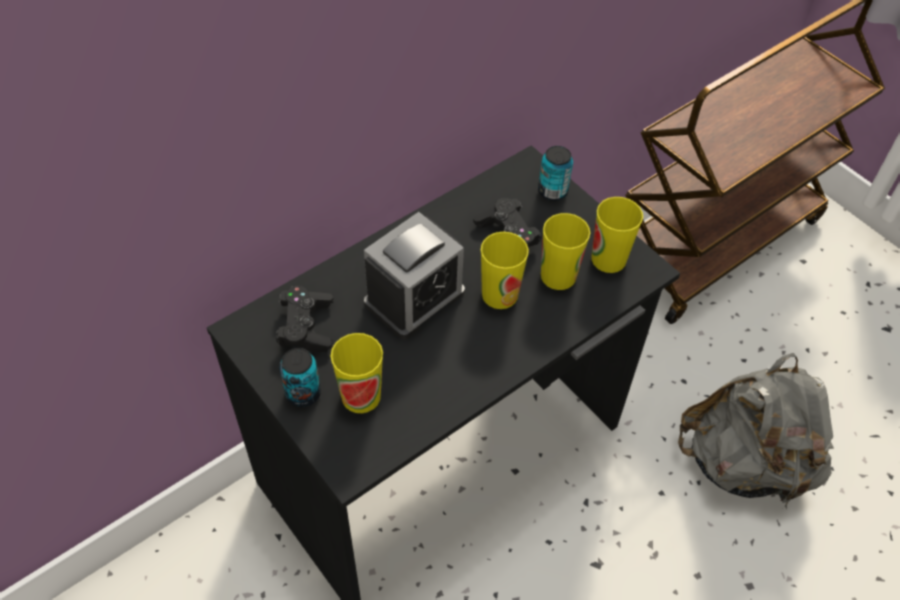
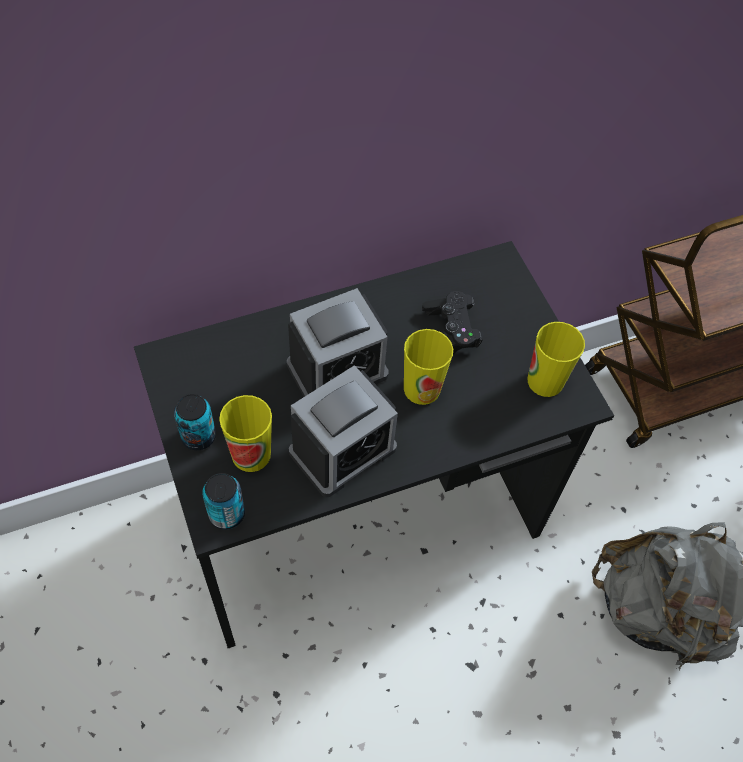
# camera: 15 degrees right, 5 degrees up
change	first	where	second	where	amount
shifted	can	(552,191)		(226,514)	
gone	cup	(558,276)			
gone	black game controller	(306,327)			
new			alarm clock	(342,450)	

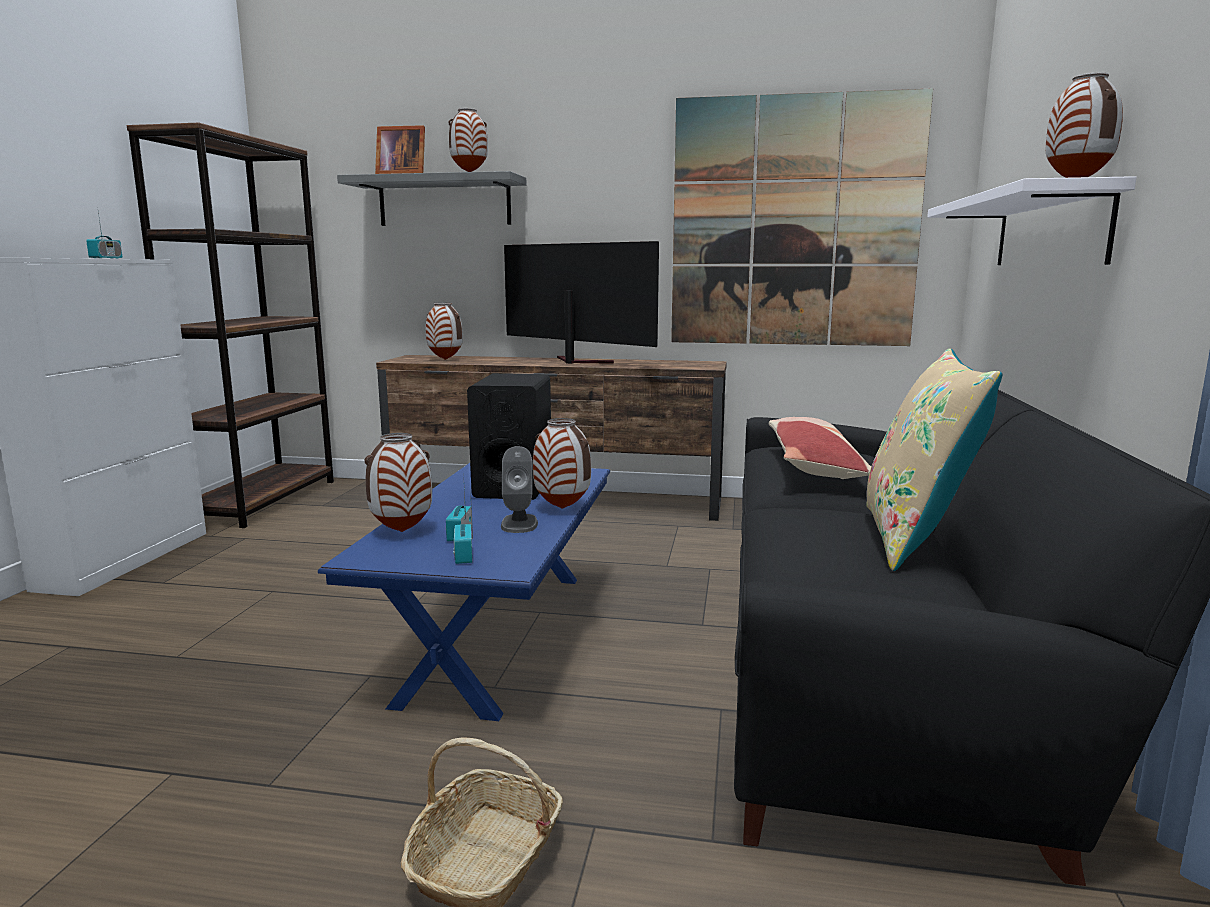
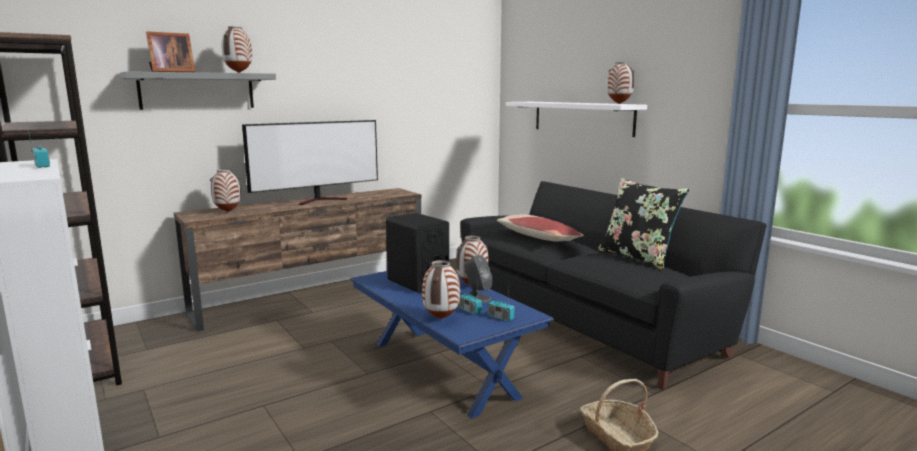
# camera: 45 degrees left, 0 degrees up
change	first	where	second	where	amount
gone	picture	(794,223)			
rotated	television	(575,361)		(321,200)	150 degrees clockwise
repainted	beige pillow	(915,538)	black pillow	(638,257)	

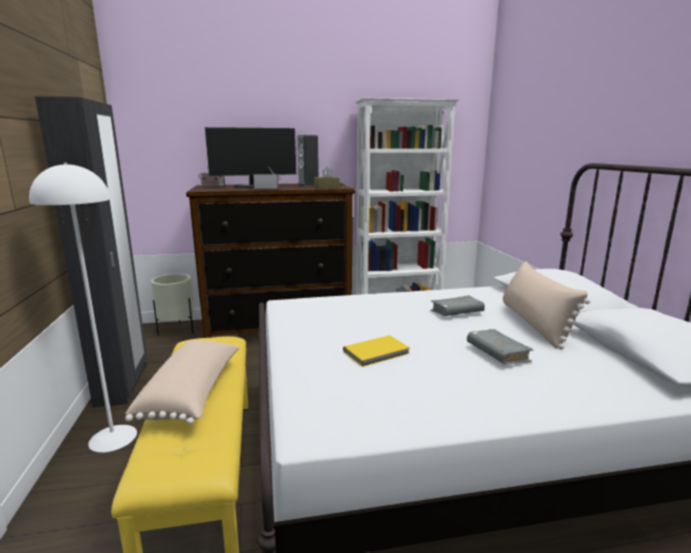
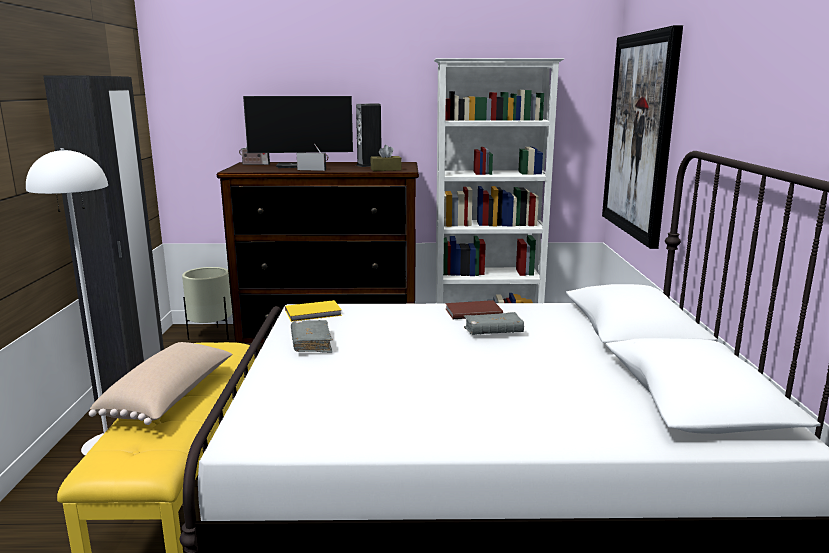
# camera: 10 degrees right, 0 degrees up
change	first	where	second	where	amount
gone	beige pillow	(534,324)			
shifted	grey book	(497,354)		(311,344)	
shifted	yellow book	(377,353)		(314,313)	
new			picture	(640,135)	
new			brown book	(472,312)	

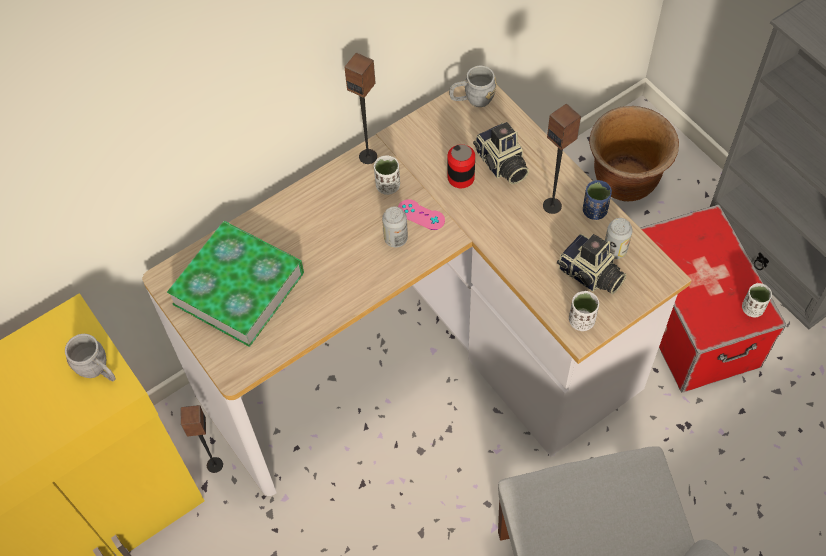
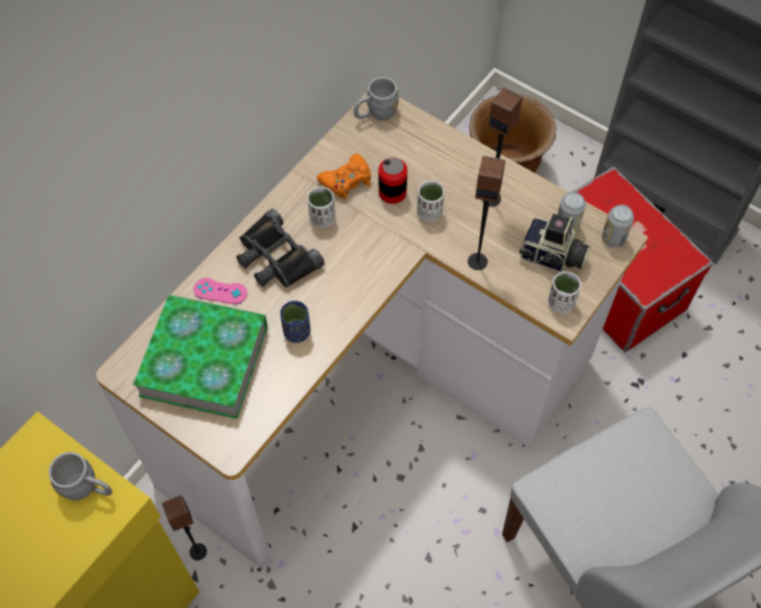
# camera: 20 degrees left, 0 degrees up
change	first	where	second	where	amount
shifted	speaker	(368,156)		(477,261)	
gone	photo camera	(501,164)			
shifted	blue cup	(594,211)		(297,332)	
shifted	pink game controller	(421,215)		(220,291)	
shifted	can	(396,238)		(613,239)	
shifted	white cup	(752,308)		(429,212)	
new			orange game controller	(347,181)	
new			black binoculars	(276,257)	

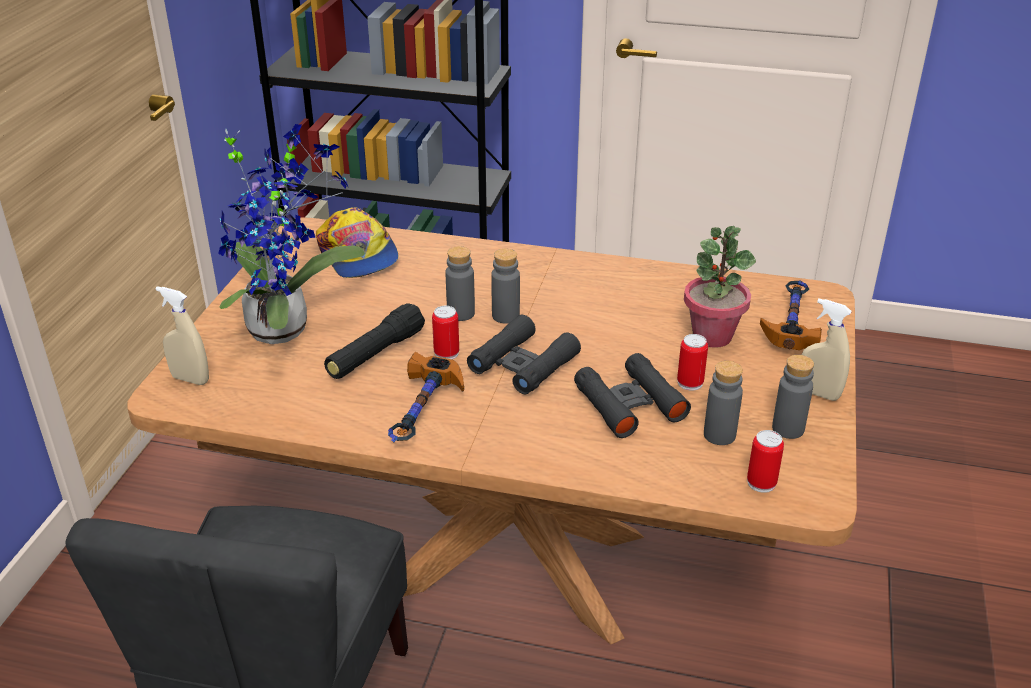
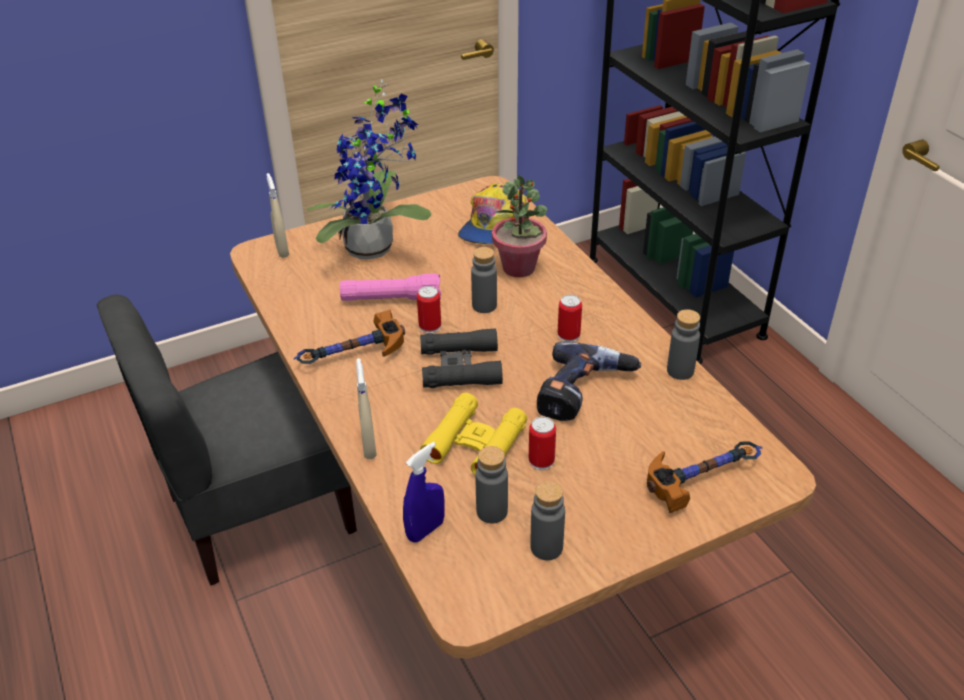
# camera: 50 degrees right, 5 degrees up
change	first	where	second	where	amount
shifted	potted plant	(712,336)		(519,268)	
shifted	grey bottle	(505,316)		(680,371)	
shifted	beige spray bottle	(818,393)		(369,446)	
repainted	black flashlight	(375,354)	pink flashlight	(391,299)	
repainted	black binoculars	(629,404)	yellow binoculars	(475,443)	
shifted	can	(761,483)		(568,335)	
new			power drill	(584,393)	
new			blue spray bottle	(425,530)	

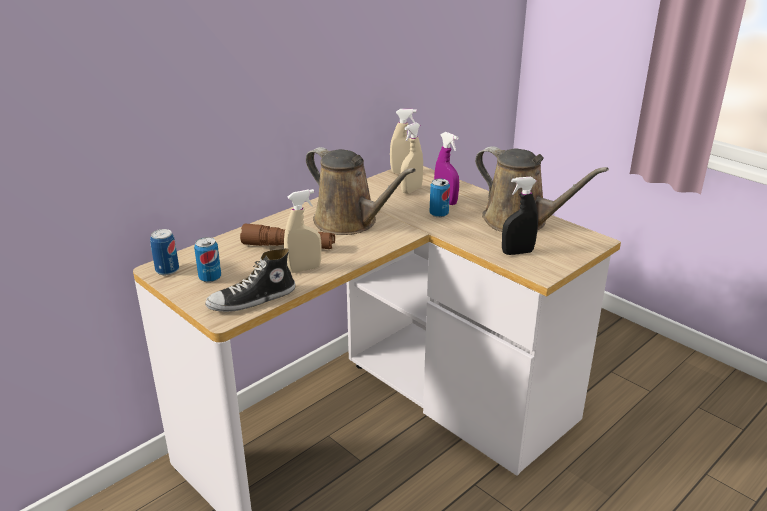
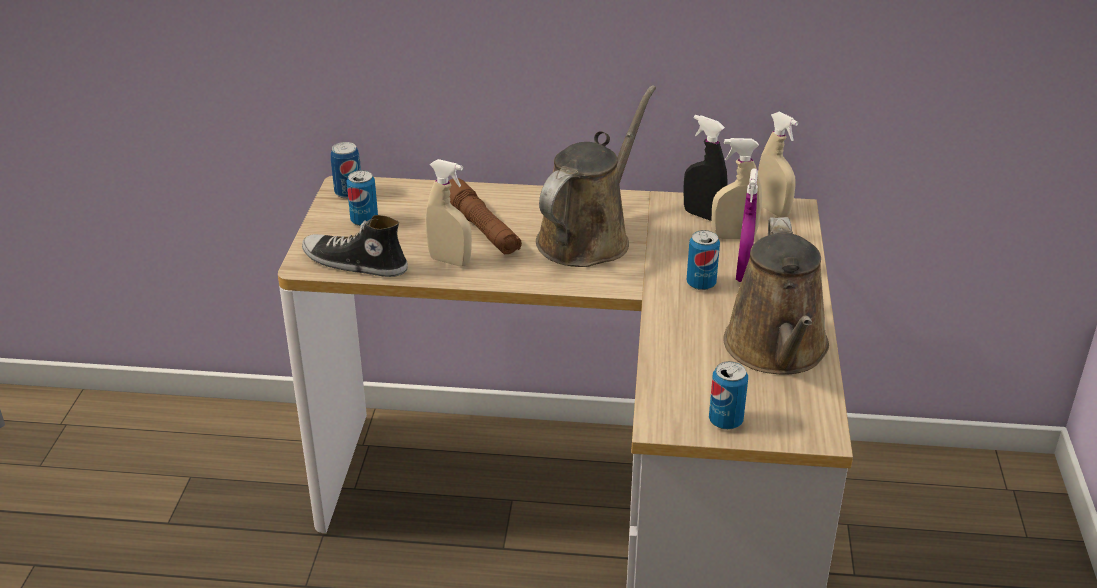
# camera: 50 degrees right, 5 degrees up
change	first	where	second	where	amount
rotated	brown watering can	(350,222)		(588,237)	150 degrees counterclockwise
shifted	black spray bottle	(517,252)		(702,215)	
new			can	(725,421)	

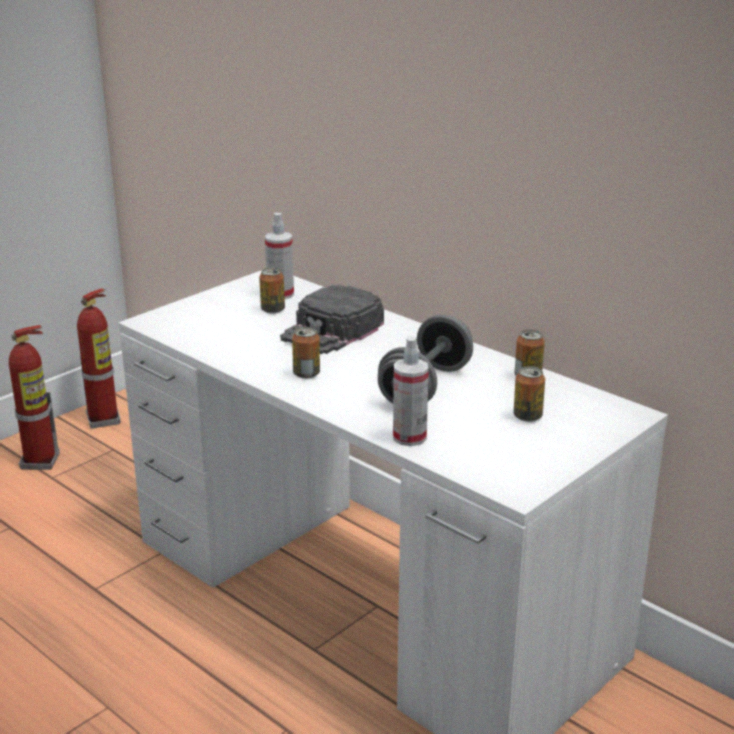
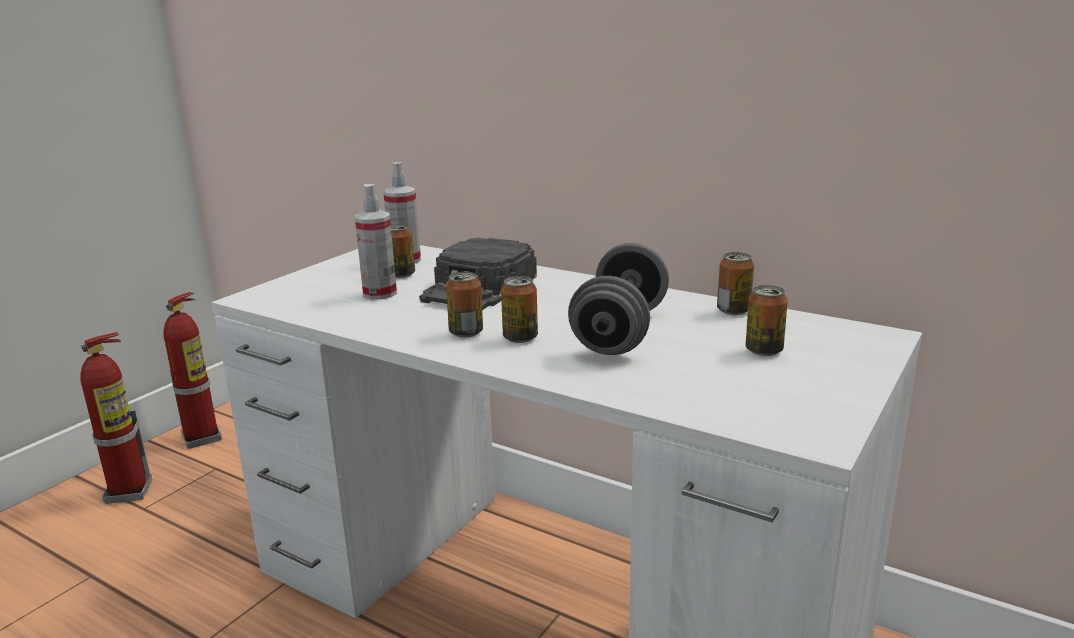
# camera: 10 degrees left, 5 degrees down
change	first	where	second	where	amount
shifted	spray bottle	(409,437)		(379,293)	
new			can	(520,338)	

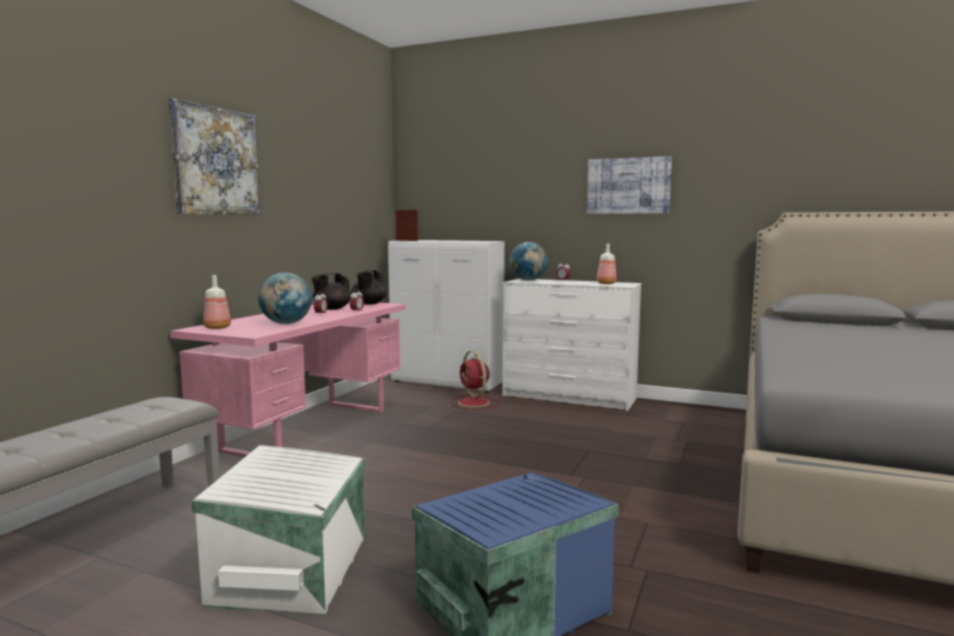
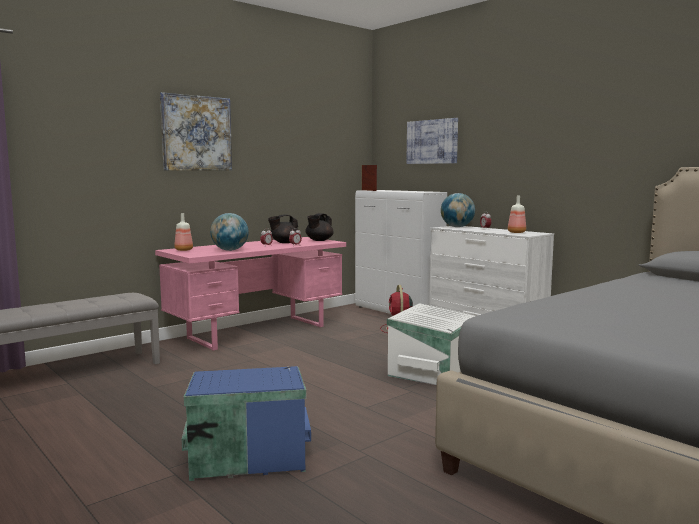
# camera: 25 degrees right, 0 degrees up
change	first	where	second	where	amount
shifted	picture	(628,186)		(432,141)	
shifted	white storage box	(294,569)		(434,370)	

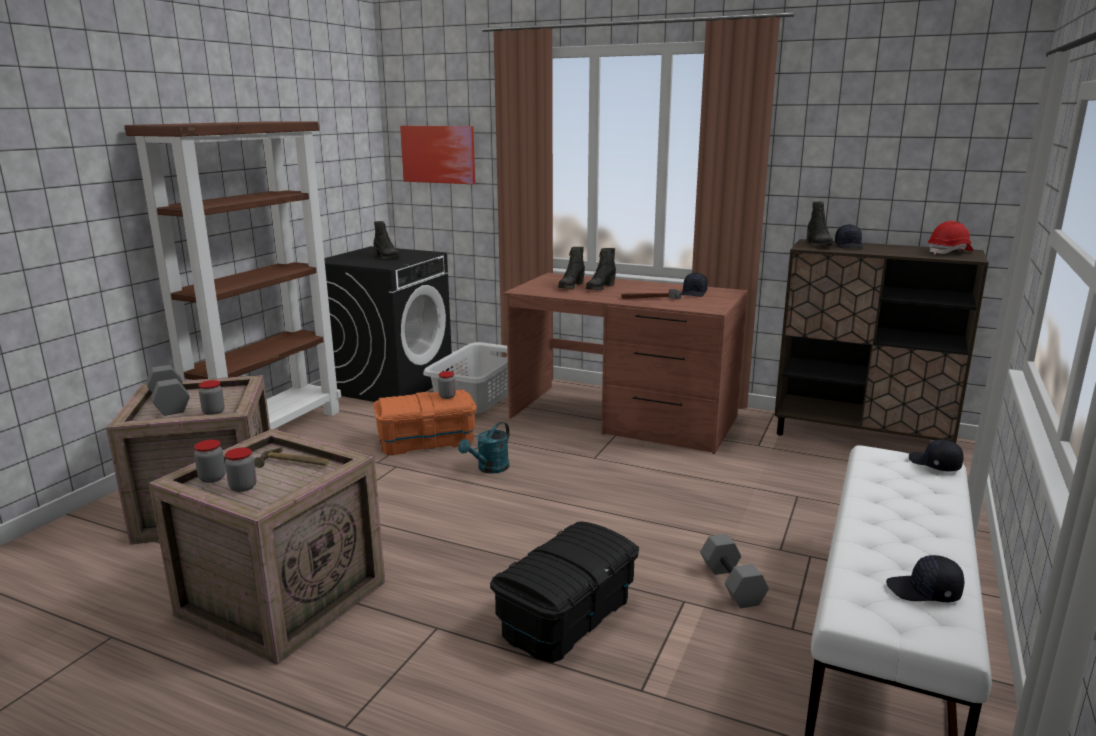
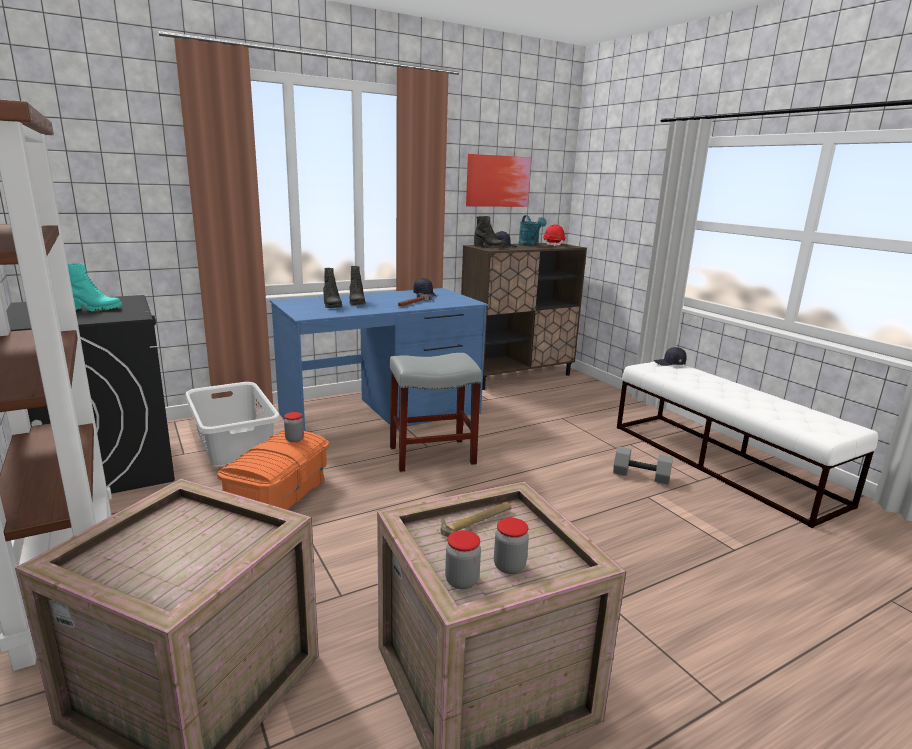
# camera: 55 degrees left, 0 degrees up
change	first	where	second	where	amount
shifted	picture	(438,154)		(497,181)	
repainted	black boot	(386,257)	turquoise boot	(93,309)	
repainted	brown desk	(623,417)	blue desk	(382,413)	
gone	grey dumbbell	(171,403)			
gone	jar	(213,412)			
shifted	turquoise watering can	(489,469)		(530,245)	
gone	black storage box	(567,617)			
gone	black cap	(924,591)			
new			grey stool	(431,456)	

